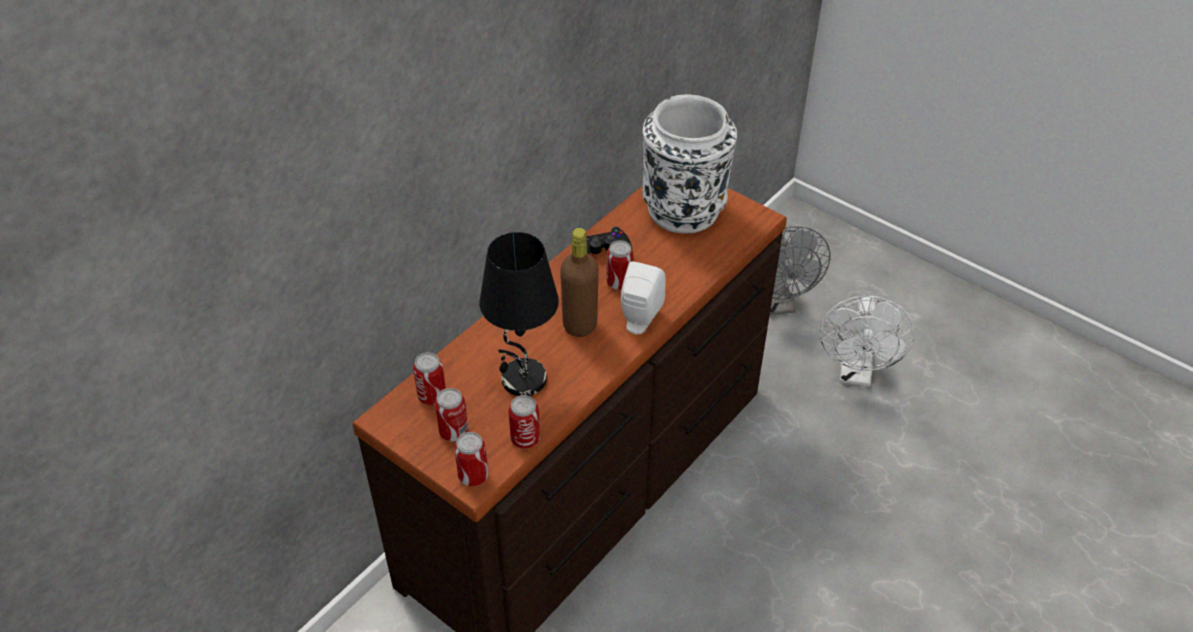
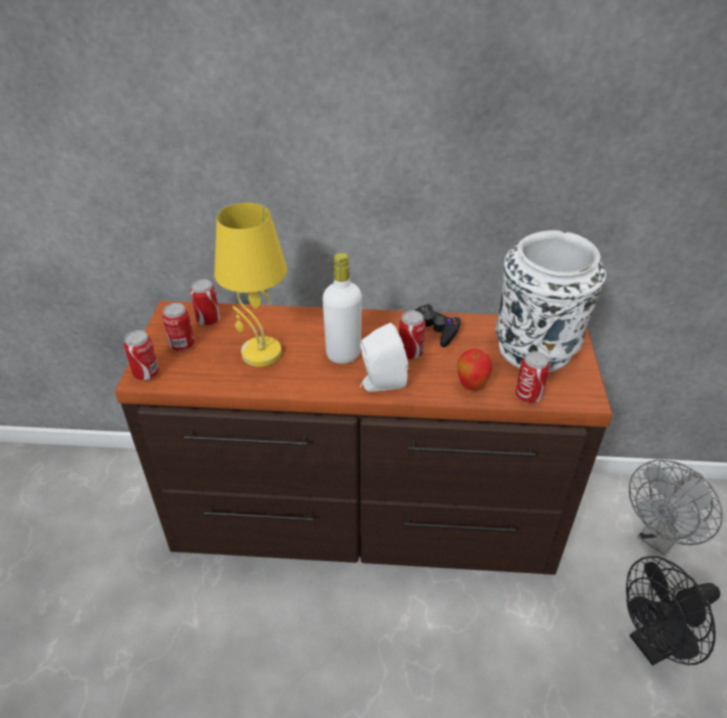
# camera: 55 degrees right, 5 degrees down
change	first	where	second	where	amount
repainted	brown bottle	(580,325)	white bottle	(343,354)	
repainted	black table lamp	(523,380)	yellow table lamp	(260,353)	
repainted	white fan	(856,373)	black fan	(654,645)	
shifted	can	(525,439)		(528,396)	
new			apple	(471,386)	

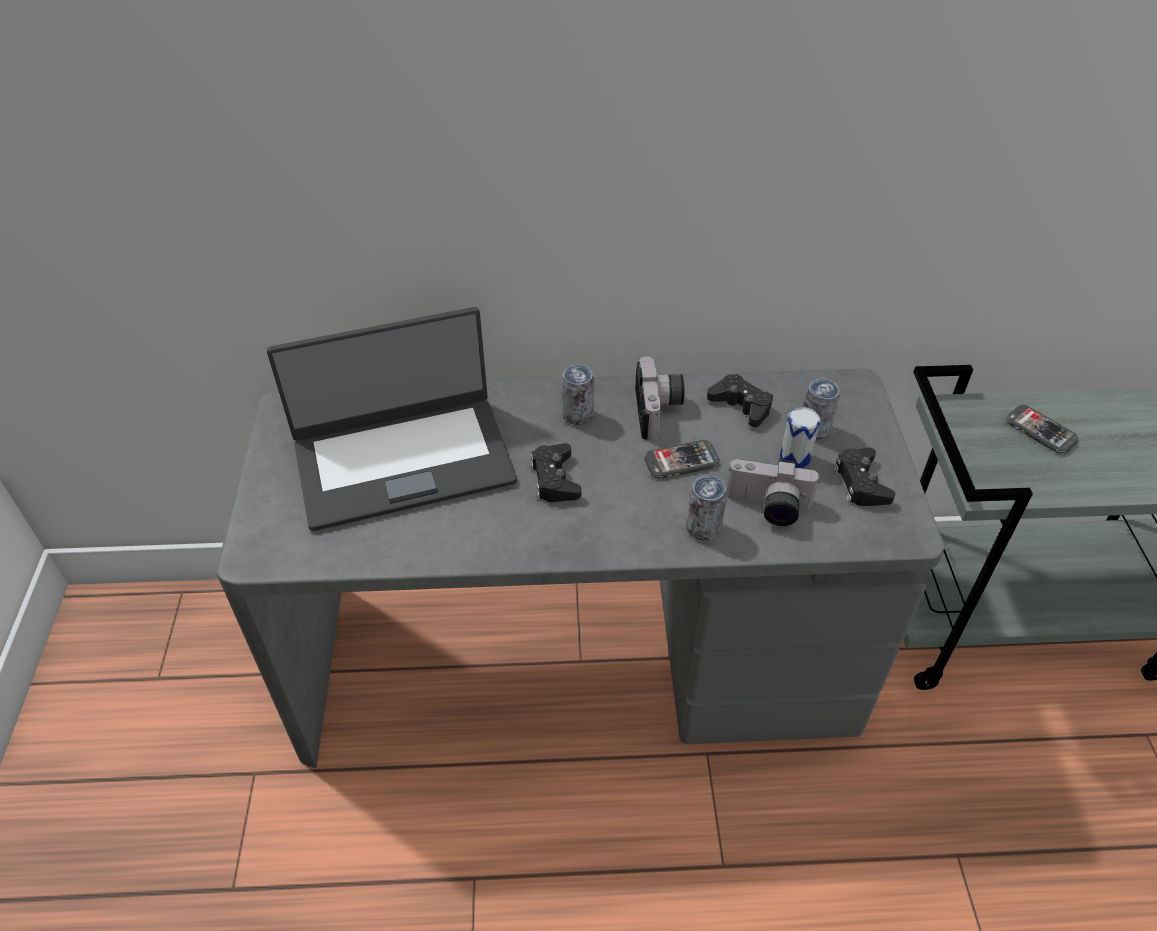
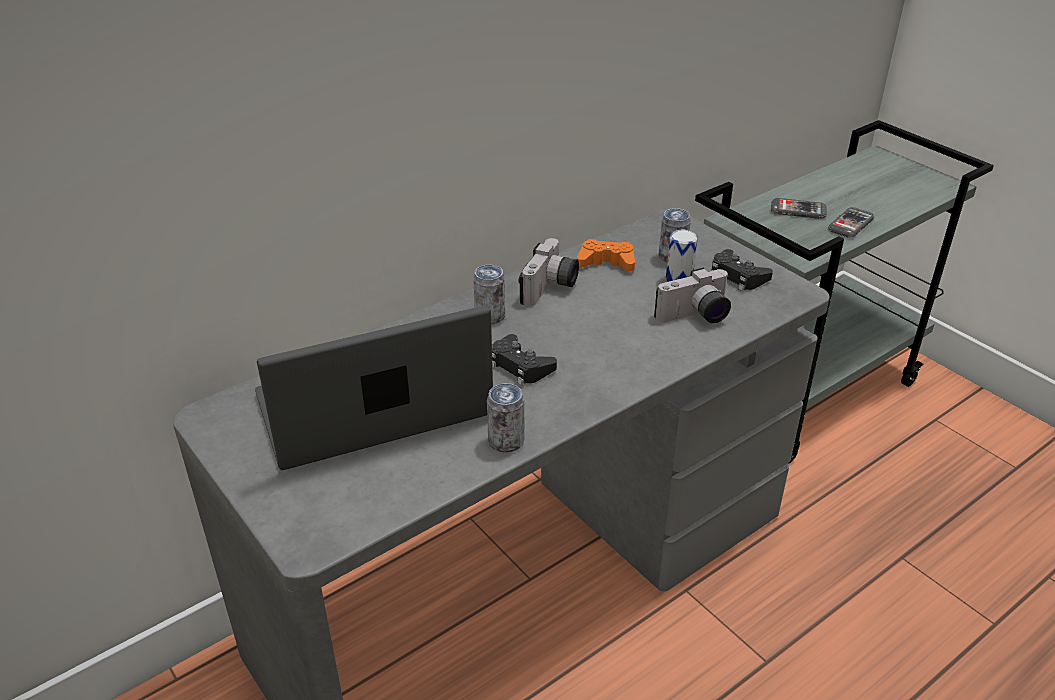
# camera: 35 degrees left, 10 degrees down
change	first	where	second	where	amount
rotated	laptop	(403,460)		(374,409)	150 degrees counterclockwise
rotated	photo camera	(659,411)		(551,289)	60 degrees clockwise
repainted	black game controller	(741,406)	orange game controller	(606,262)	
shifted	phone	(681,461)		(850,224)	
shifted	can	(703,528)		(506,442)	

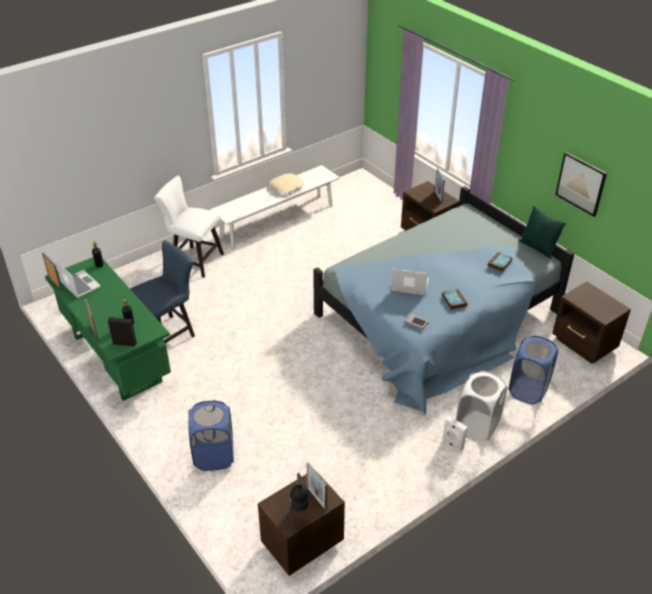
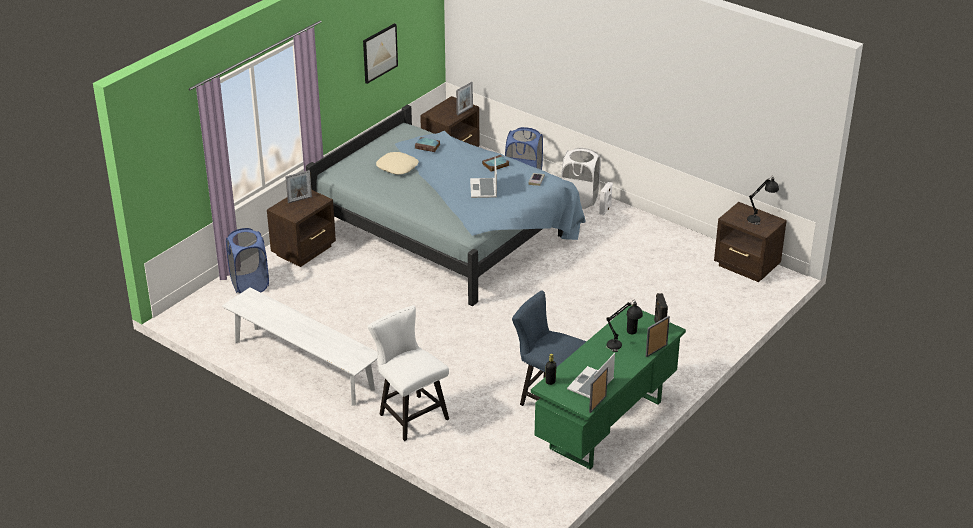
# camera: 105 degrees left, 5 degrees down
change	first	where	second	where	amount
shifted	beige pillow	(287,187)		(397,167)	
rotated	white chair	(194,260)		(410,414)	135 degrees clockwise
gone	green pillow	(537,248)			
shifted	blue laundry basket	(214,456)		(249,284)	
shifted	picture frame	(316,498)		(464,111)	
new			black table lamp	(622,345)	

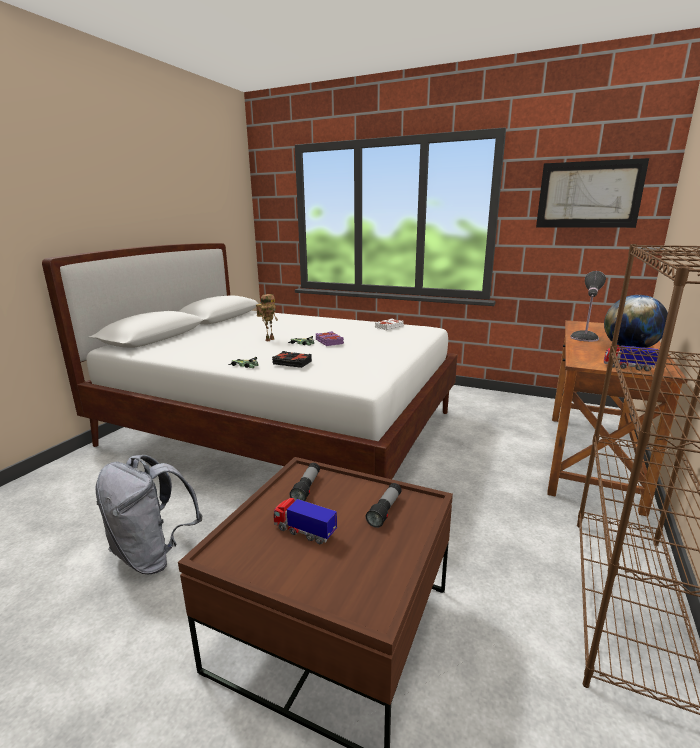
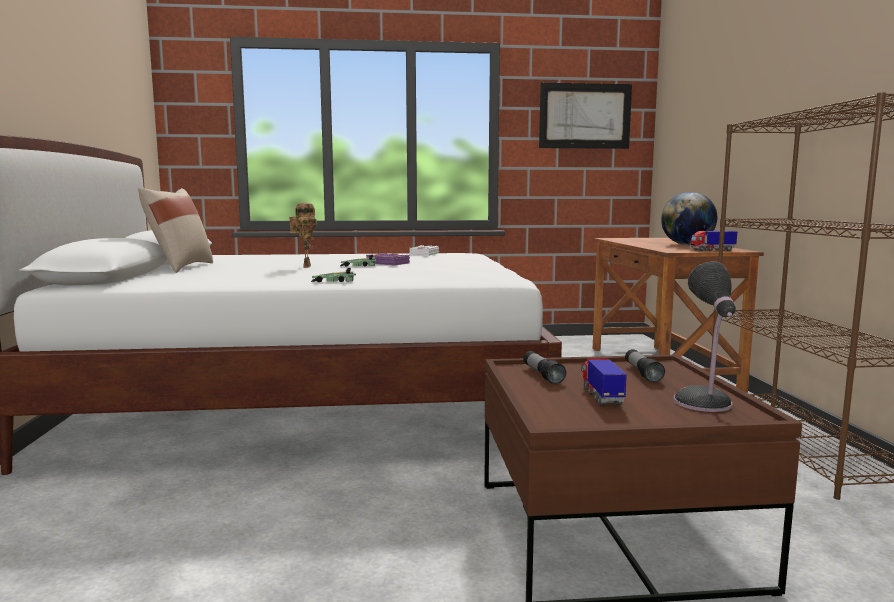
# camera: 30 degrees left, 10 degrees down
change	first	where	second	where	amount
shifted	table lamp	(583,338)		(703,404)	
gone	black book	(292,363)			
gone	grey backpack	(154,555)			
rotated	toy truck	(304,531)		(602,396)	90 degrees clockwise
new			beige pillow	(180,267)	

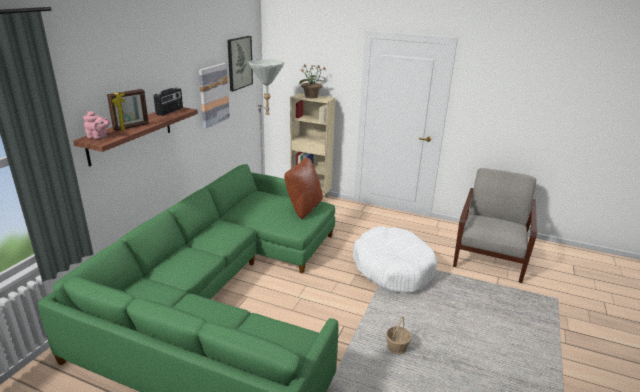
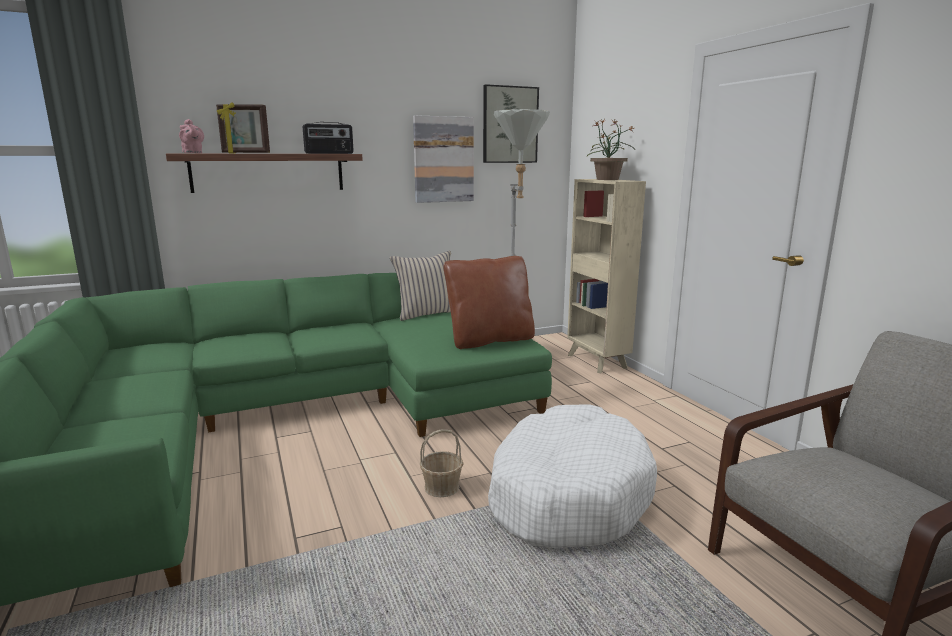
# camera: 45 degrees right, 10 degrees down
change	first	where	second	where	amount
shifted	basket	(397,347)		(442,487)	
new			beige pillow	(427,314)	

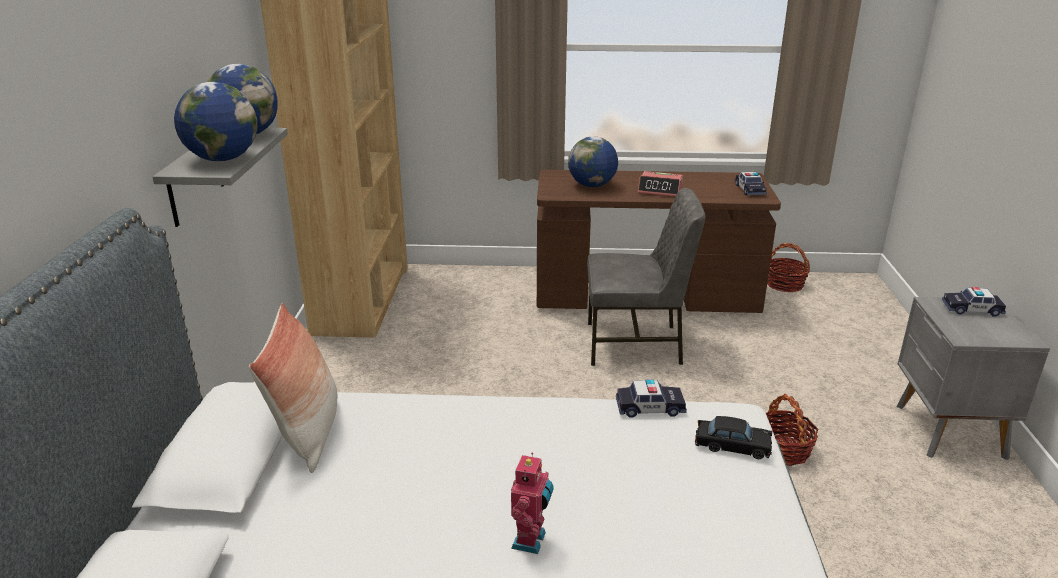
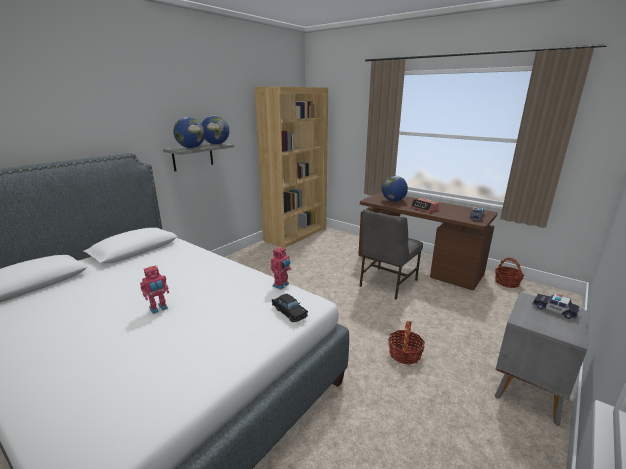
# camera: 35 degrees right, 5 degrees down
change	first	where	second	where	amount
rotated	grey chair	(635,344)		(387,283)	90 degrees clockwise
gone	pillow	(308,433)			
swapped	toy car	(650,407)	toy robot	(281,285)	

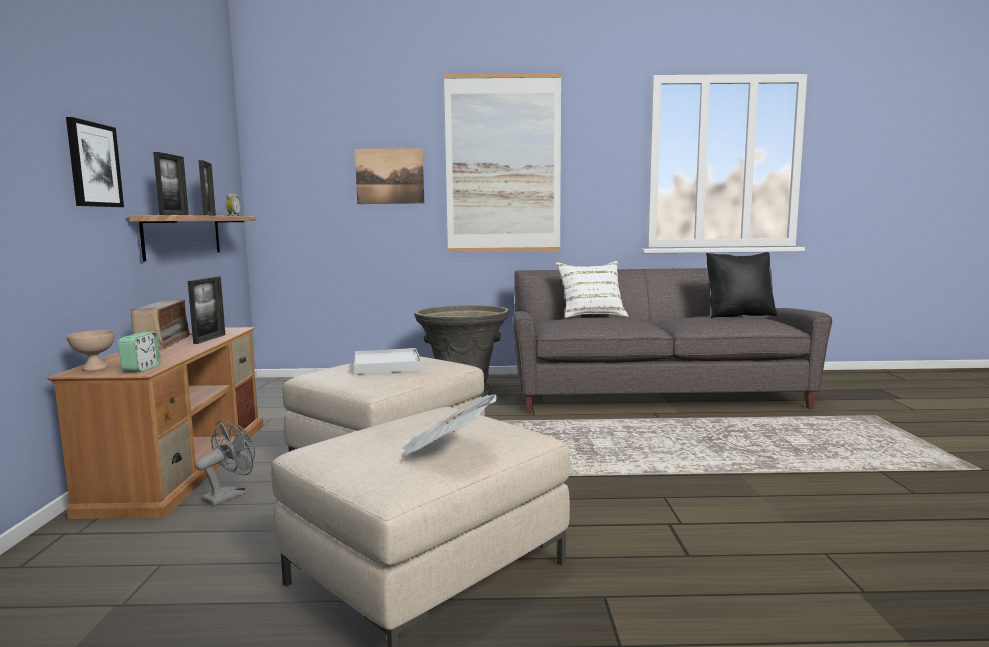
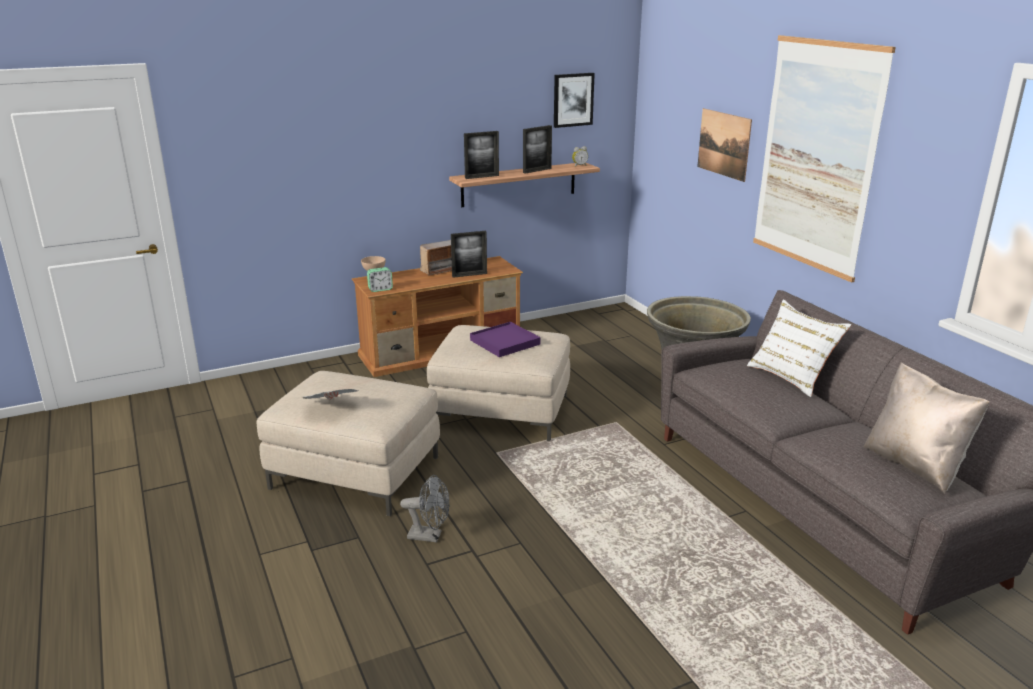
# camera: 65 degrees right, 15 degrees up
change	first	where	second	where	amount
shifted	picture	(93,165)		(573,100)	
repainted	black pillow	(738,315)	beige pillow	(914,465)	
repainted	white tray	(387,365)	purple tray	(505,342)	
shifted	grey fan	(229,495)		(430,536)	

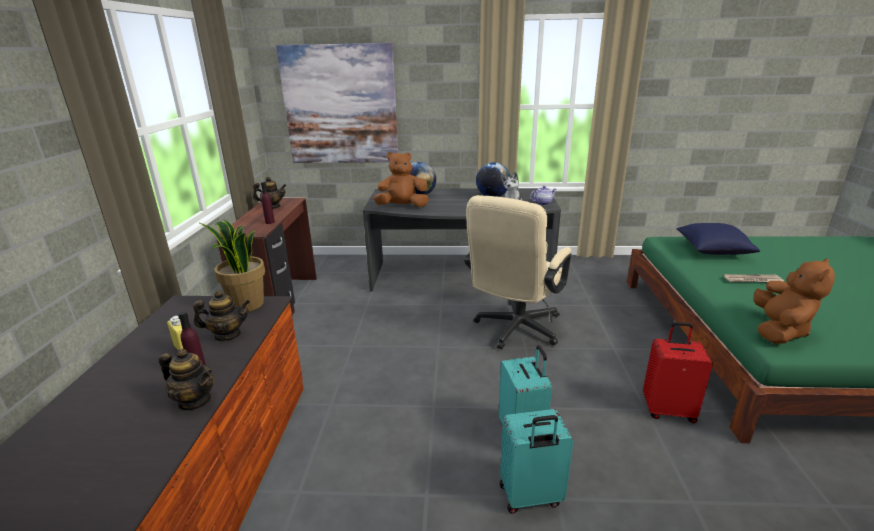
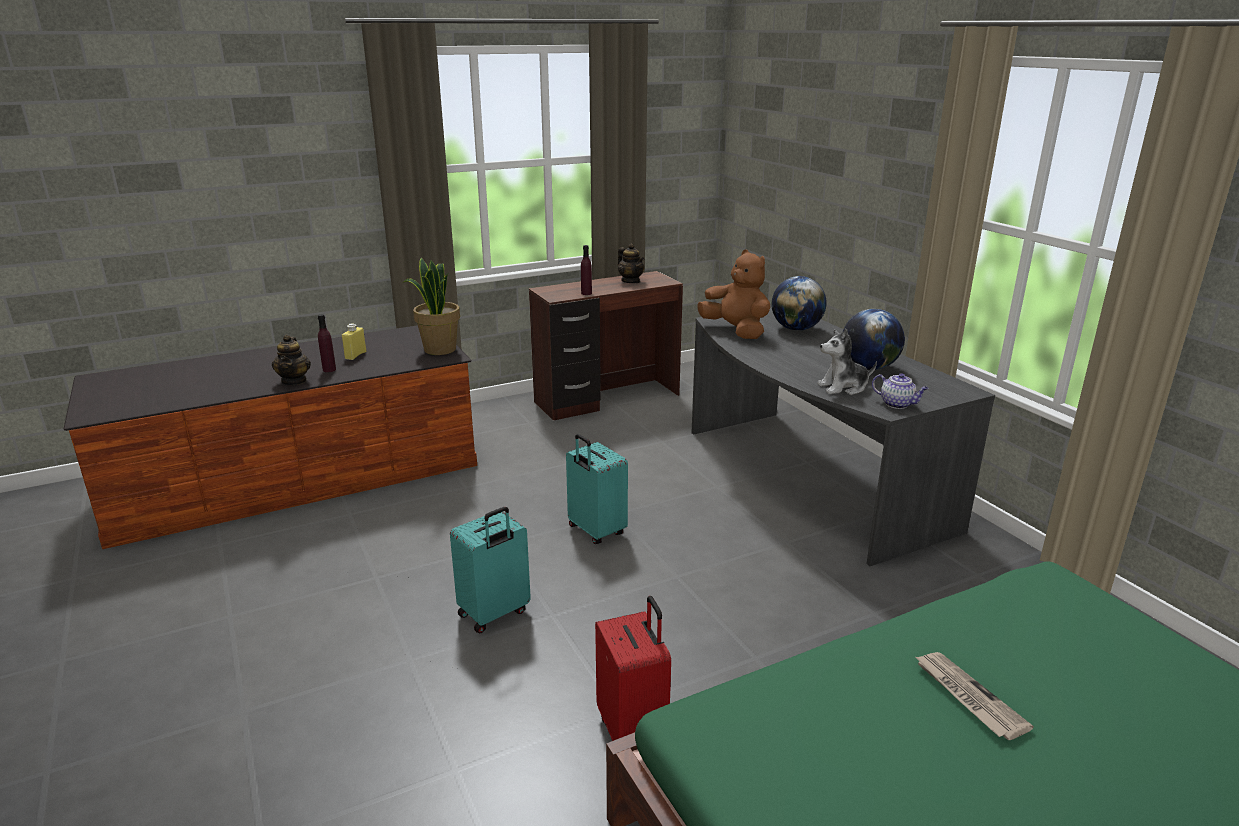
# camera: 60 degrees right, 0 degrees up
change	first	where	second	where	amount
gone	picture	(340,105)			
gone	beige office chair	(514,331)			
gone	blue pillow	(712,250)			
gone	brown plush toy	(779,330)			
gone	teapot	(228,335)			
shifted	turquoise suitcase	(530,496)		(595,531)	

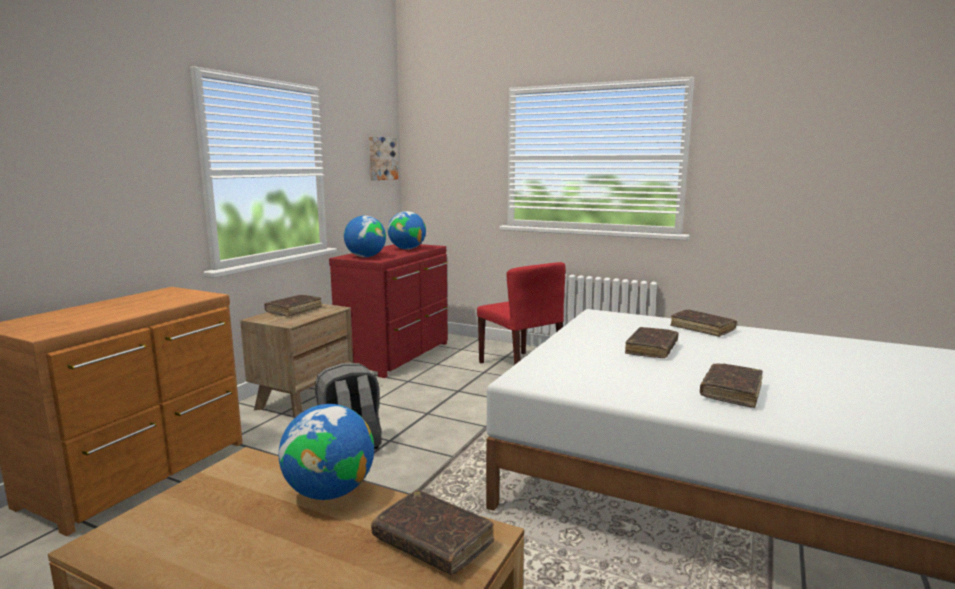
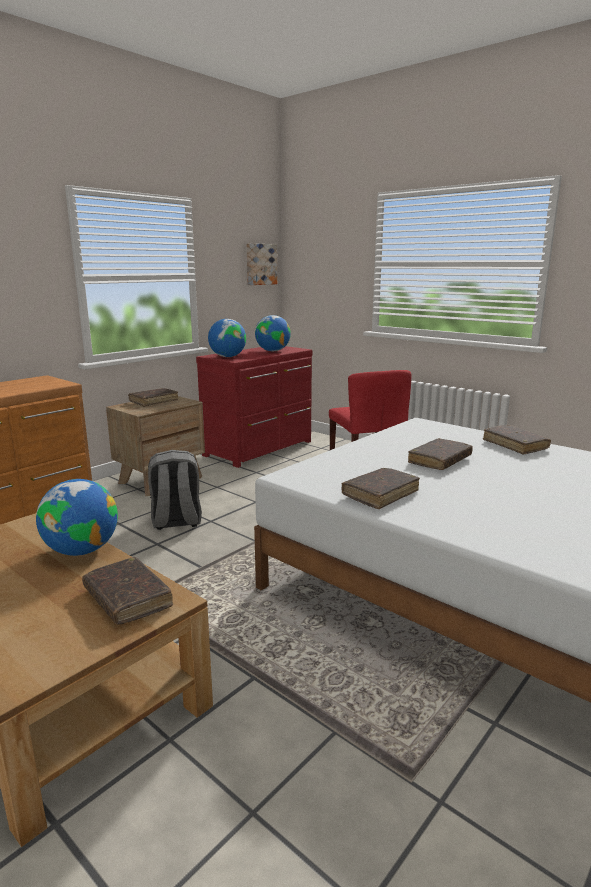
# camera: 15 degrees right, 5 degrees up
change	first	where	second	where	amount
shifted	brown book	(731,392)		(380,494)	

